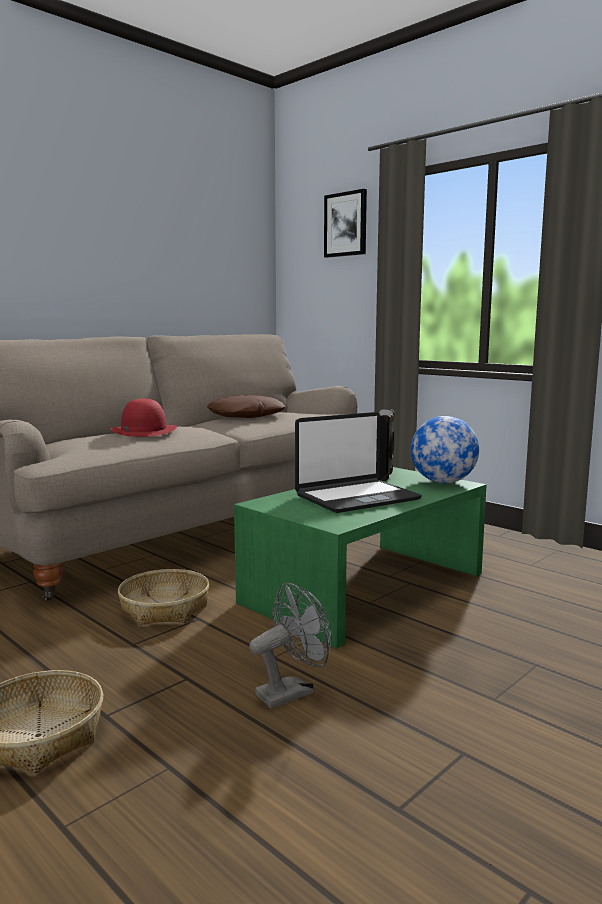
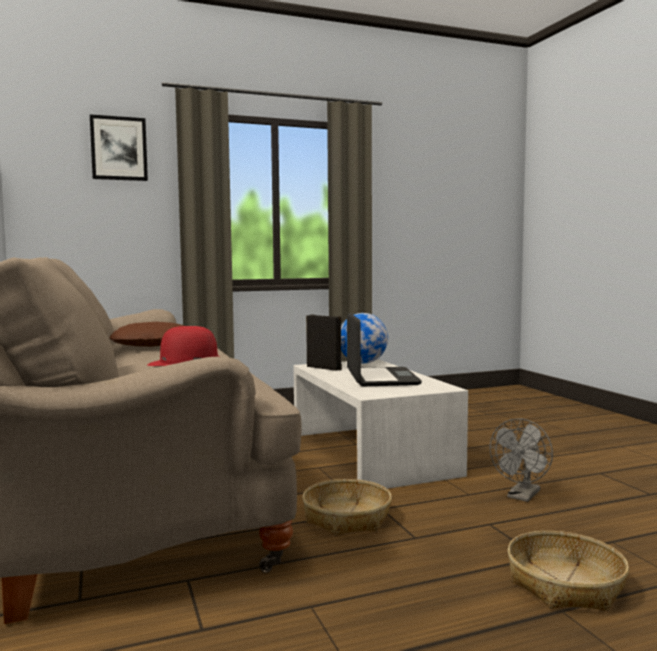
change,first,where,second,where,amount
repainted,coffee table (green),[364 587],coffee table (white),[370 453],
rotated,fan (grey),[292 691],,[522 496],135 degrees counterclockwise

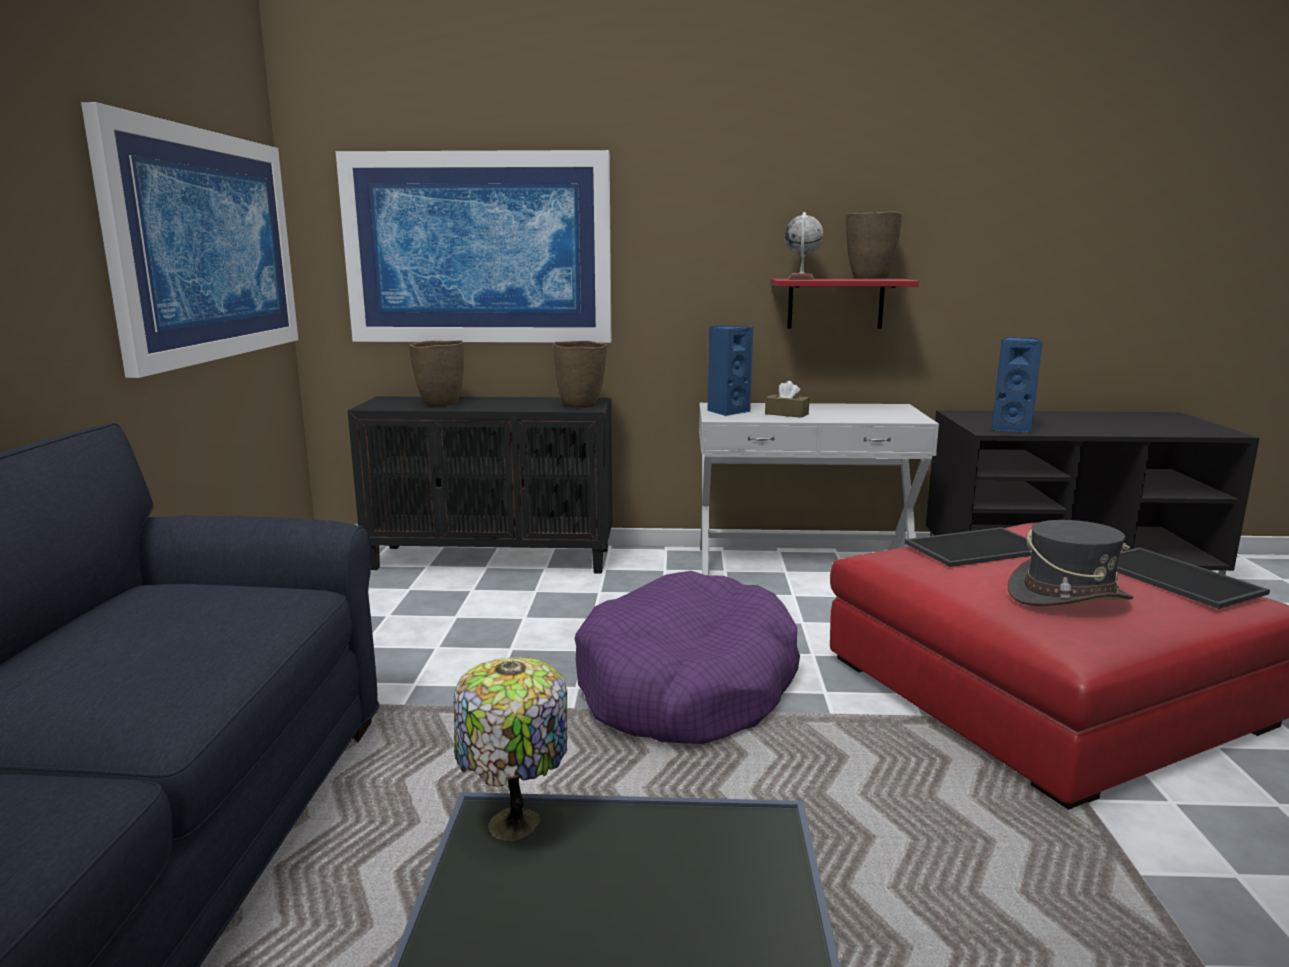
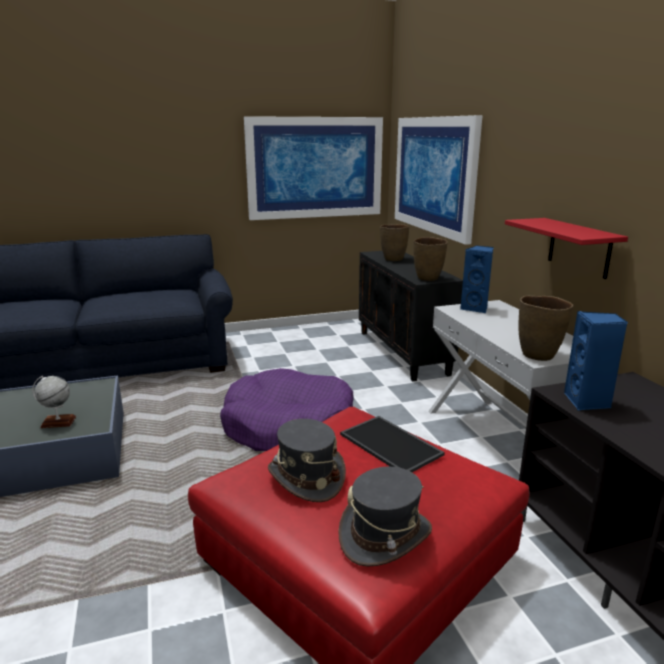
change,first,where,second,where,amount
shifted,globe,[801 279],,[58 422],
shifted,vase (brown),[869 279],,[538 355],
gone,tissue box (brown),[786 414],,,
swapped,tray,[1178 577],hat (grey),[385 536],
gone,table lamp,[514 826],,,

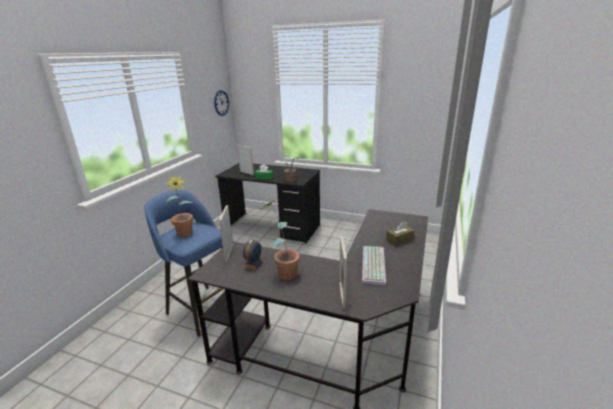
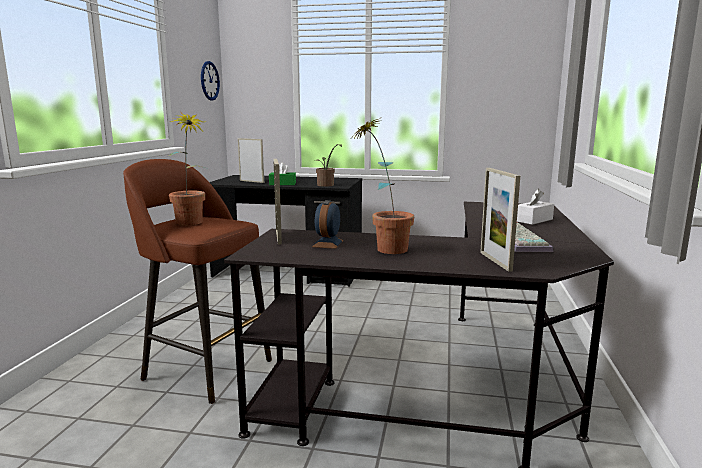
change,first,where,second,where,amount
repainted,stool (blue),[202 308],stool (brown),[205 369],
repainted,tissue box (brown),[399 240],tissue box (white),[533 220],

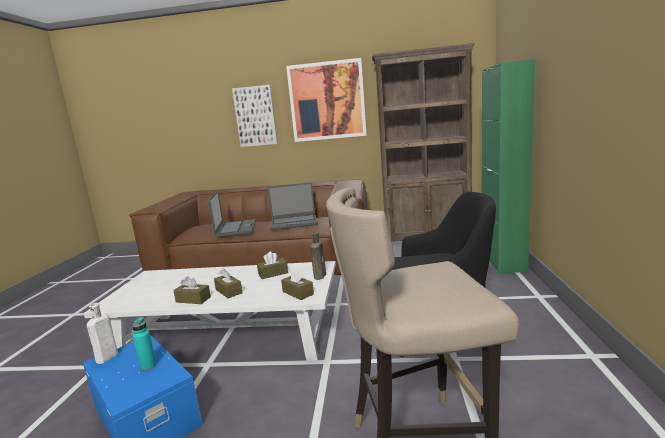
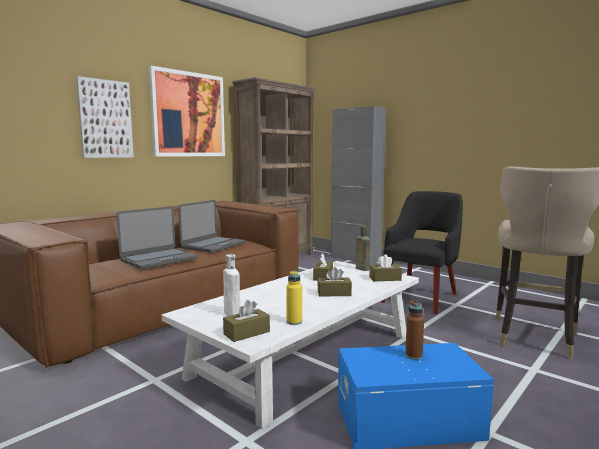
change,first,where,second,where,amount
repainted,cabinet (green),[503 261],cabinet (grey),[355 259],
rotated,laptop,[235 229],,[158 259],105 degrees clockwise
shifted,tissue box (brown),[193 299],,[246 333],
shifted,bottle (white),[105 358],,[232 314],
repainted,bottle (turquoise),[148 366],bottle (brown),[413 356],
new,,,bottle (yellow),[294 322],

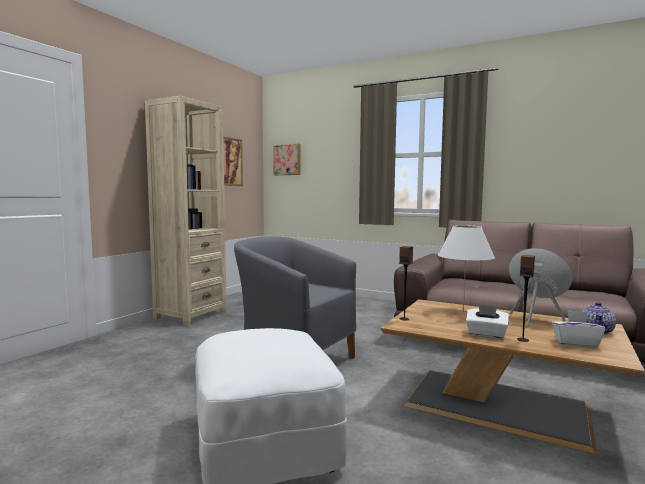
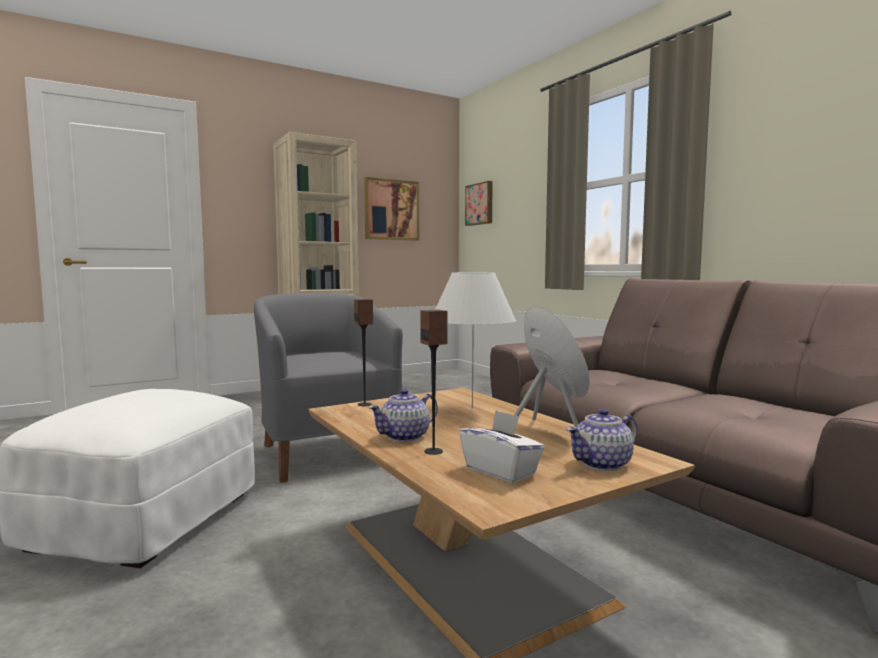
change,first,where,second,where,amount
swapped,tissue box (white),[486 334],teapot,[405 436],

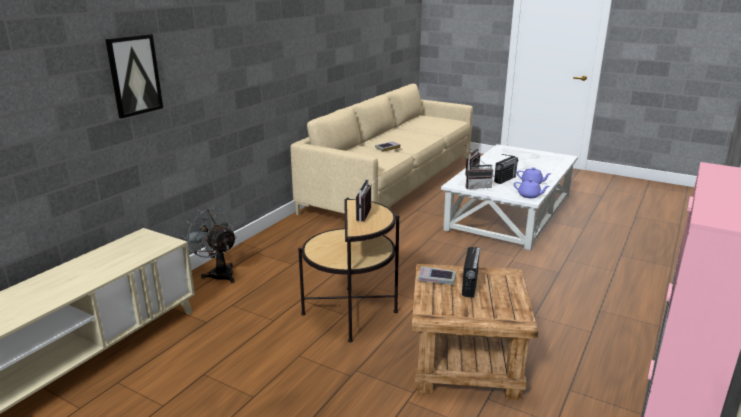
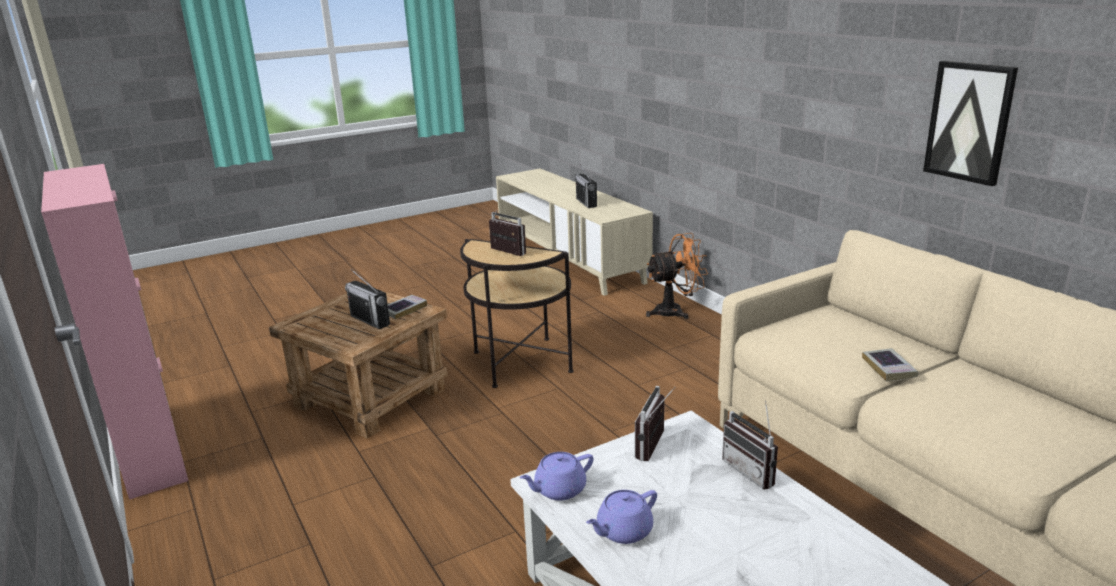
change,first,where,second,where,amount
shifted,picture,[134 75],,[969 122],
shifted,radio,[505 179],,[586 203],
repainted,fan (grey),[218 273],fan (orange),[675 311],

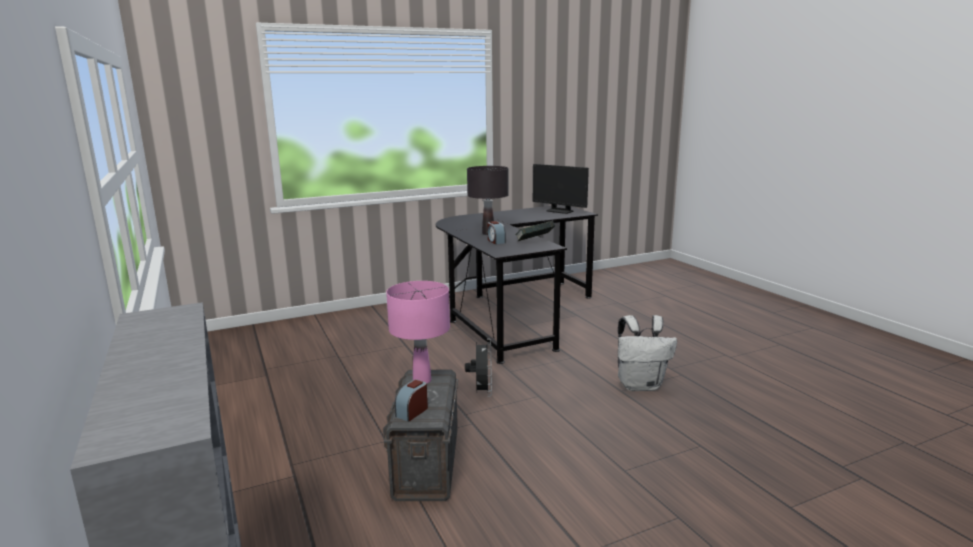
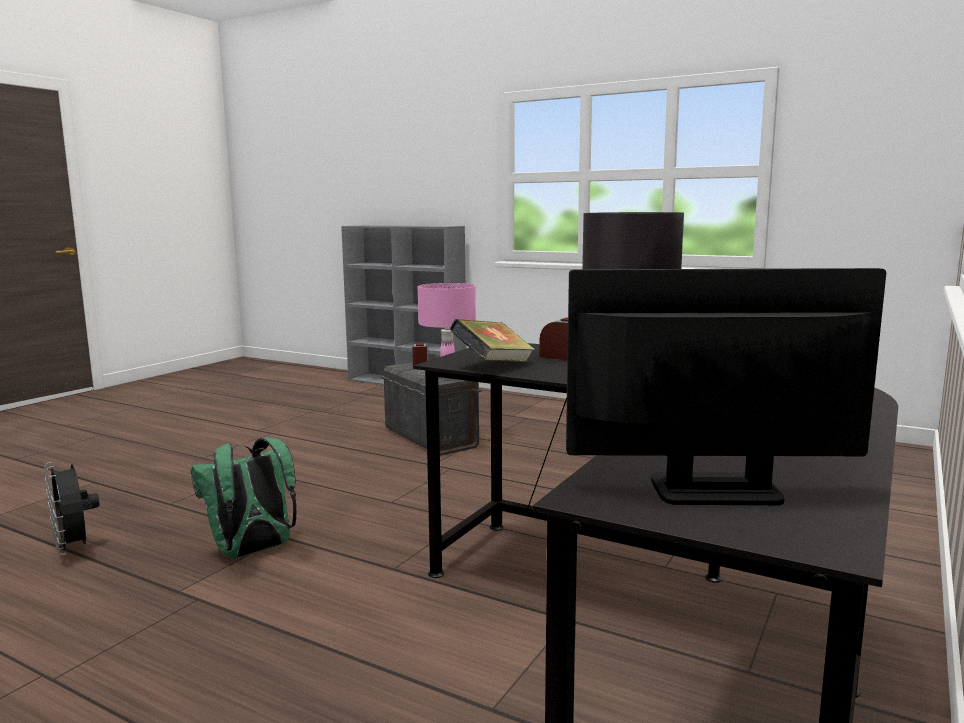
change,first,where,second,where,amount
repainted,backpack (white),[640 385],backpack (green),[252 552],
shifted,fan (black),[482 393],,[74 548],

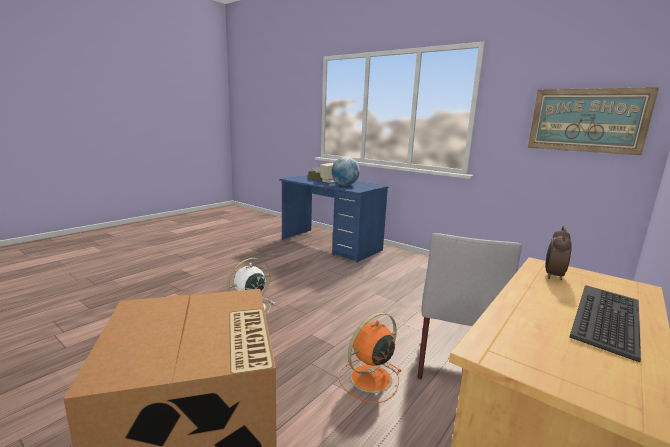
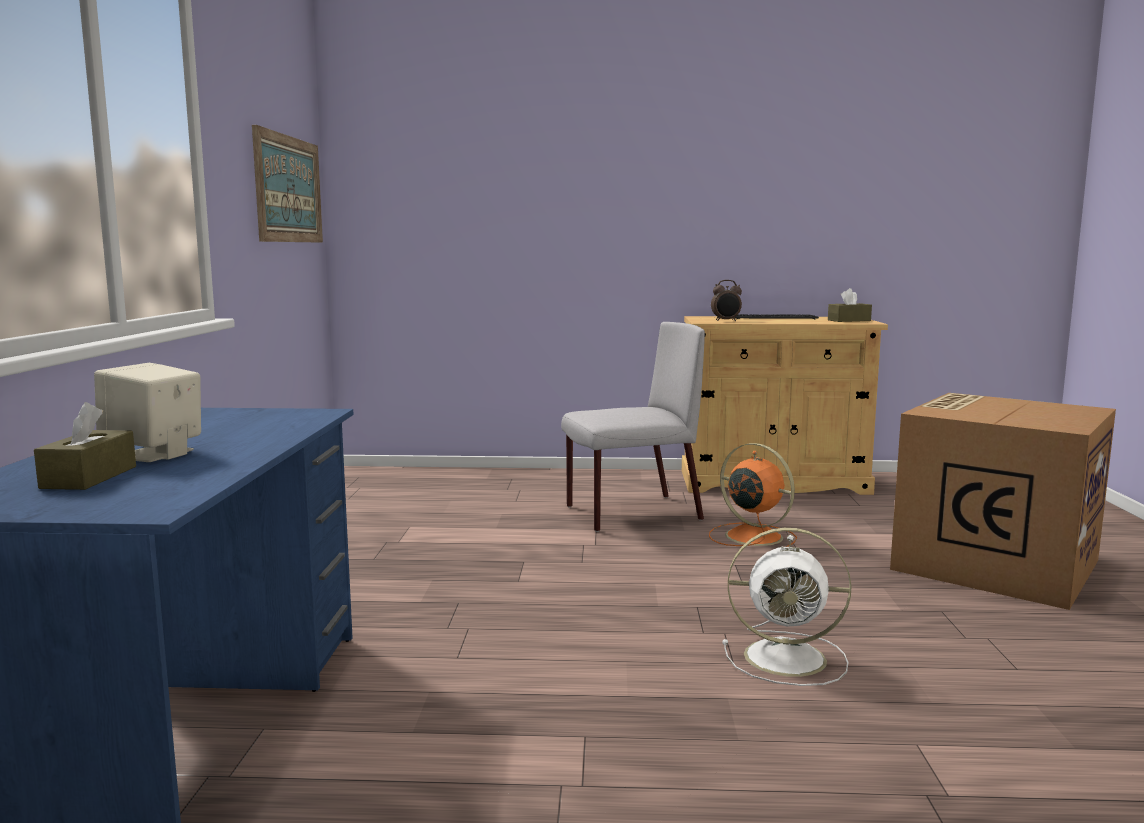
change,first,where,second,where,amount
gone,globe,[344 185],,,
rotated,fan (orange),[369 379],,[751 536],150 degrees counterclockwise
new,,,tissue box (brown),[849 320],

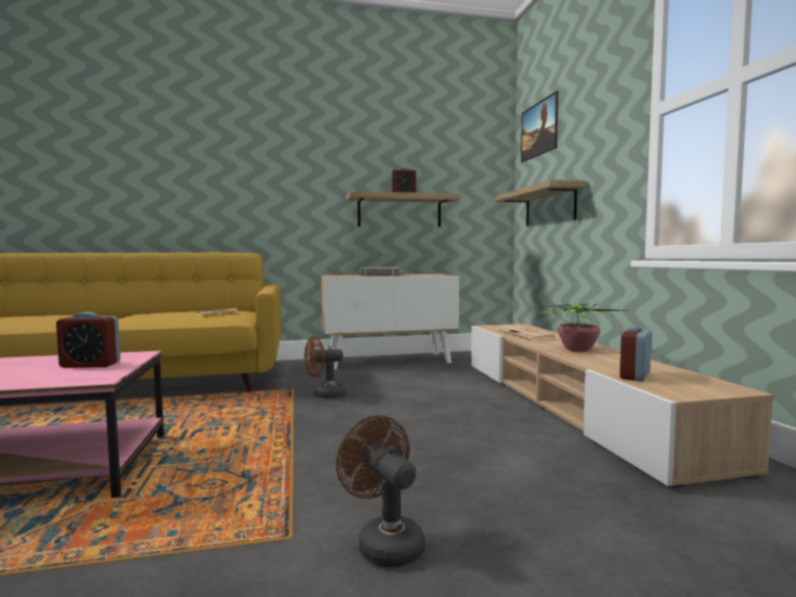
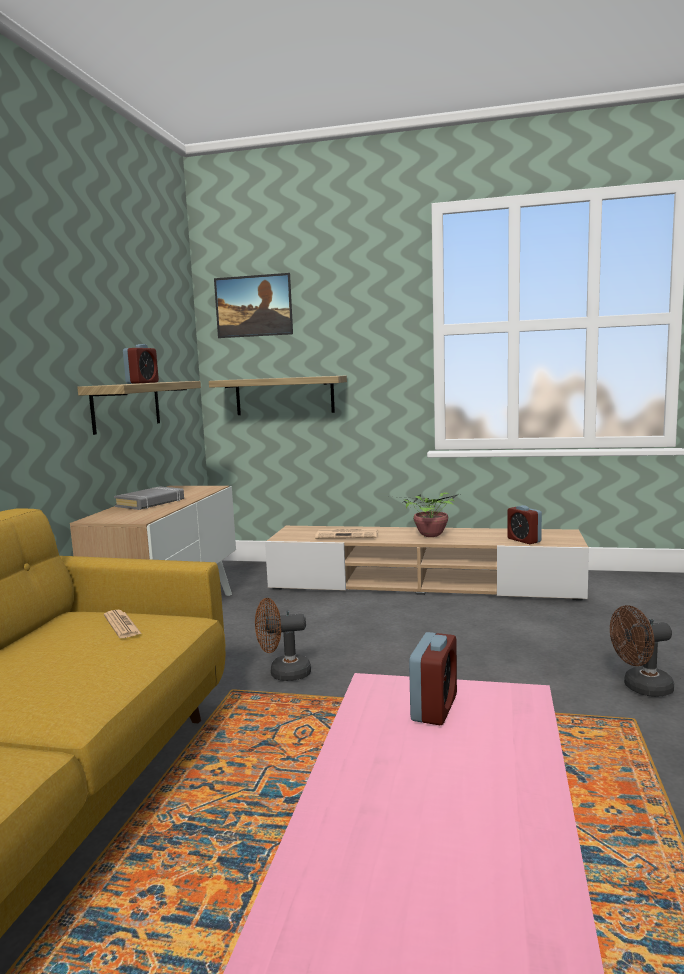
change,first,where,second,where,amount
rotated,fan (brown),[324 395],,[283 673],75 degrees clockwise

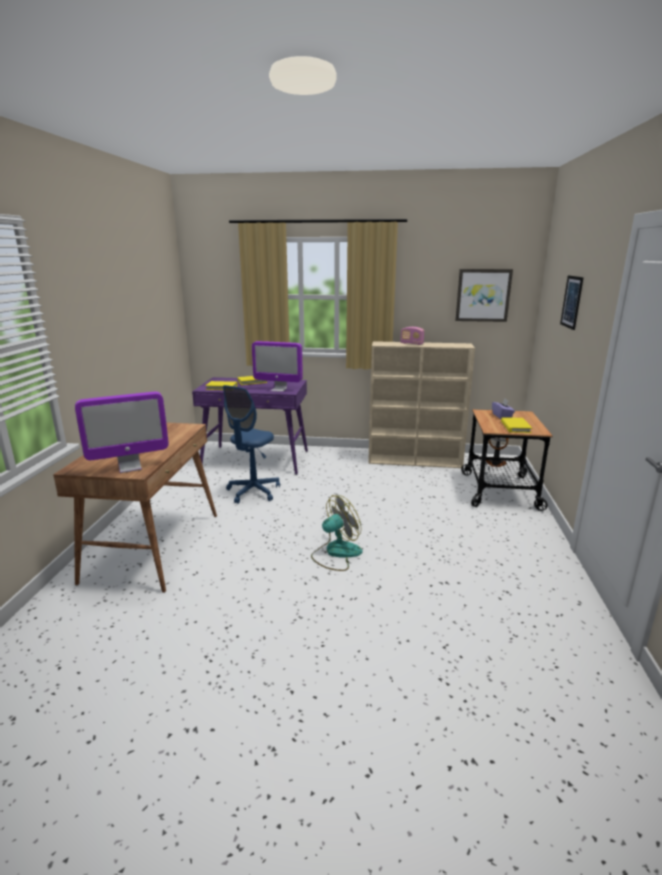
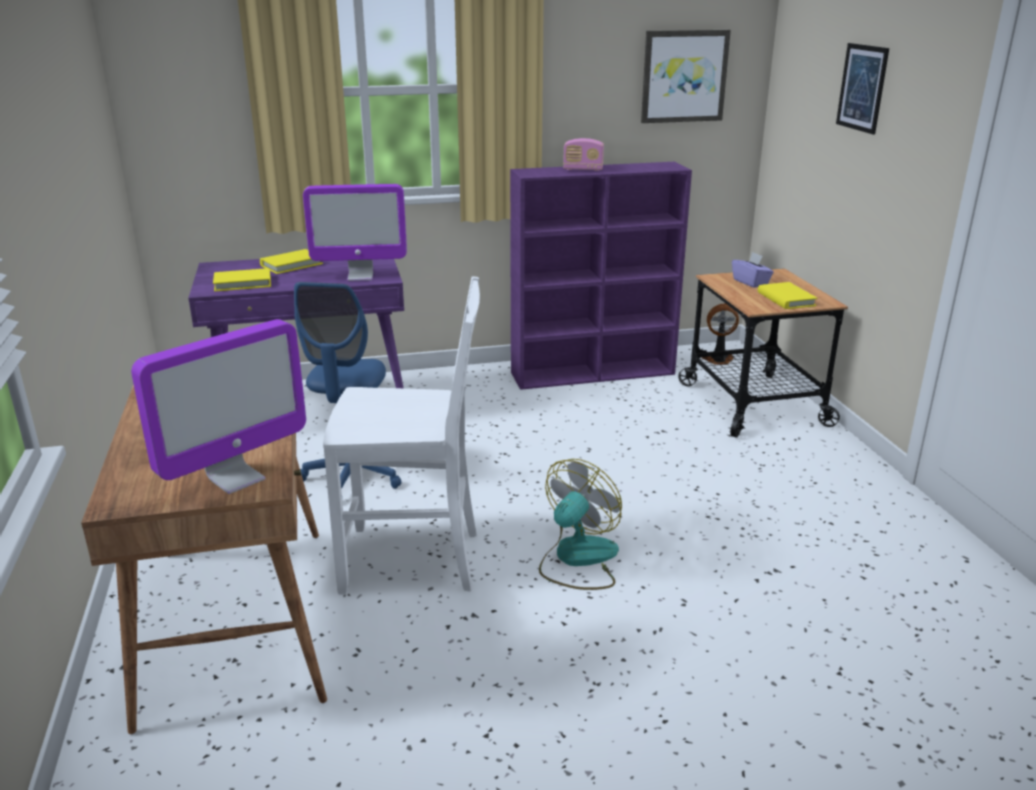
change,first,where,second,where,amount
repainted,bookcase (beige),[415 461],bookcase (purple),[594 373],
new,,,chair (white),[414 561],

